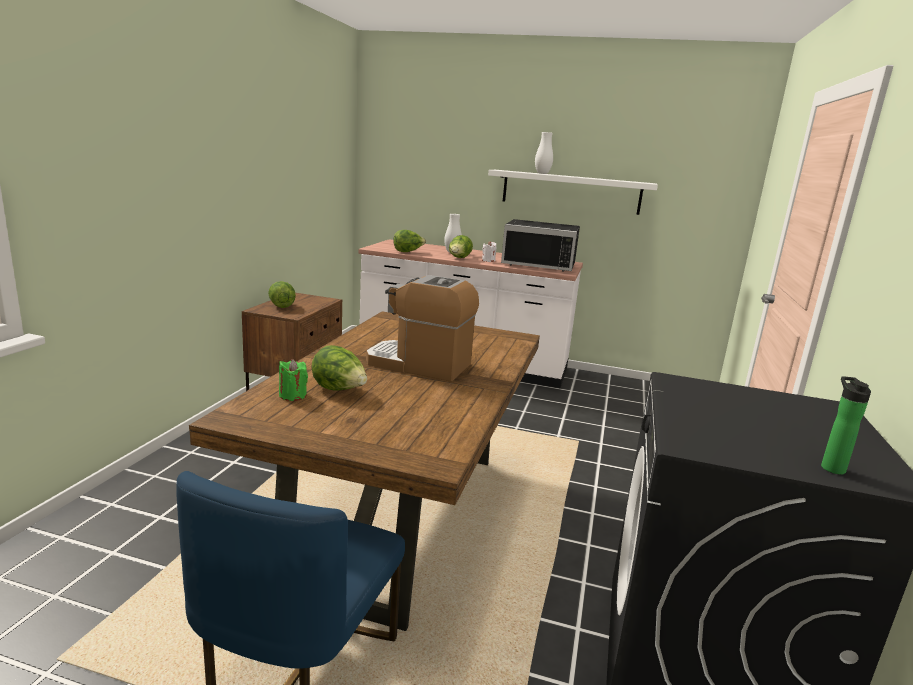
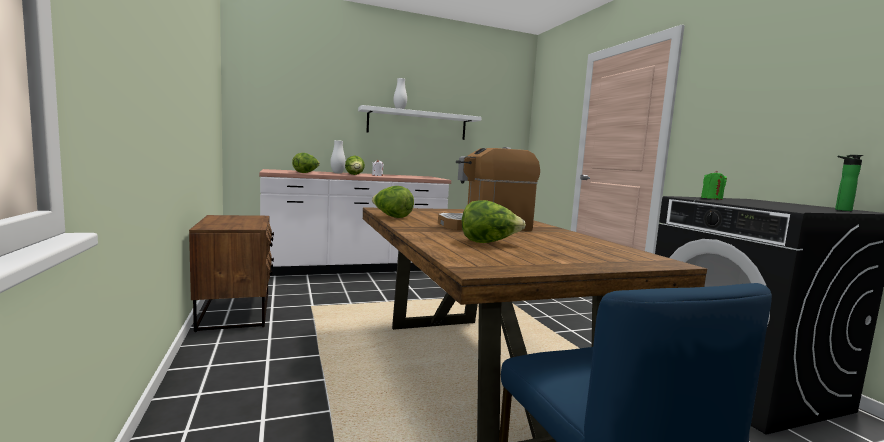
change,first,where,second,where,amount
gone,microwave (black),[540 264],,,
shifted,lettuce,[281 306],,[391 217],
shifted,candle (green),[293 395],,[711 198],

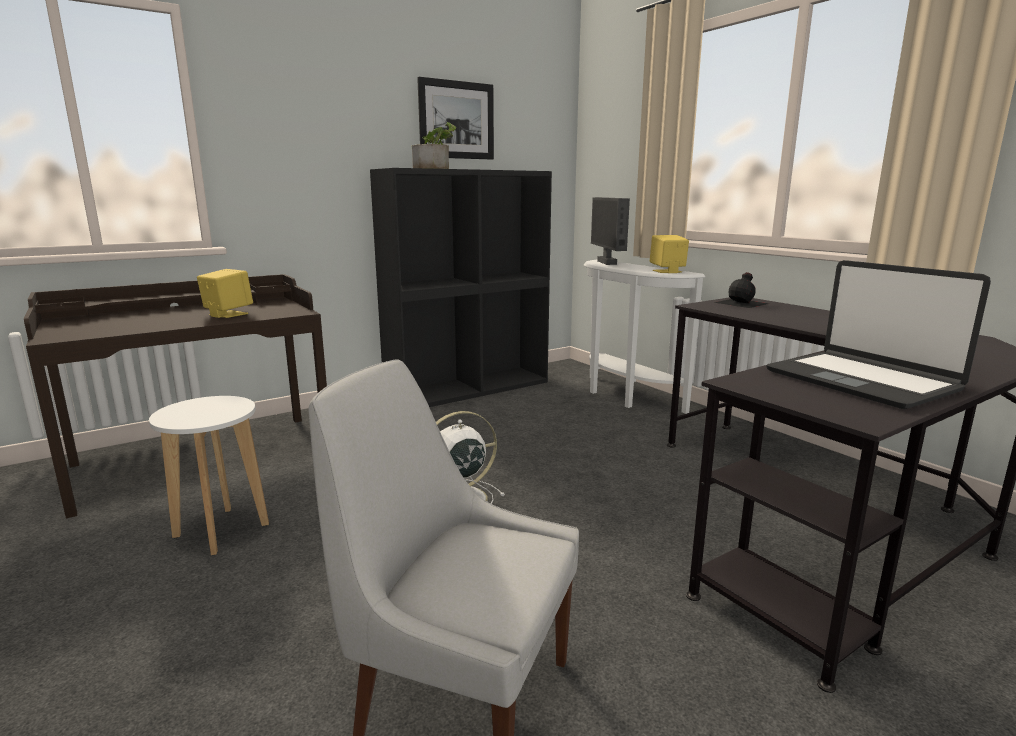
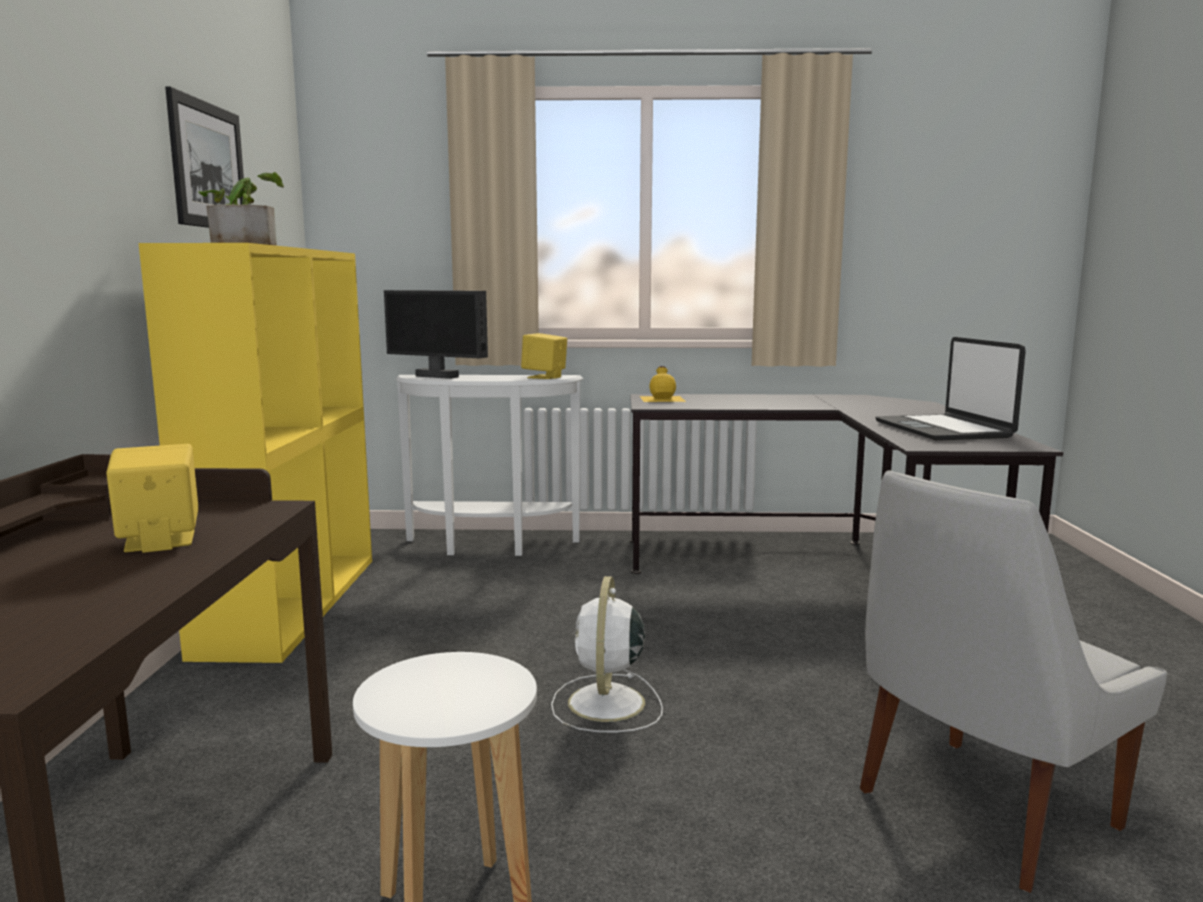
change,first,where,second,where,amount
repainted,bookcase (black),[469 388],bookcase (yellow),[290 603],
rotated,laptop,[861 380],,[943 429],75 degrees clockwise
repainted,bottle (black),[742 303],bottle (yellow),[662 398],

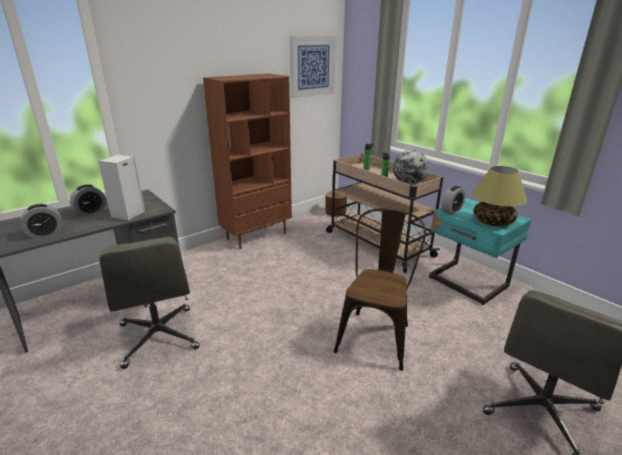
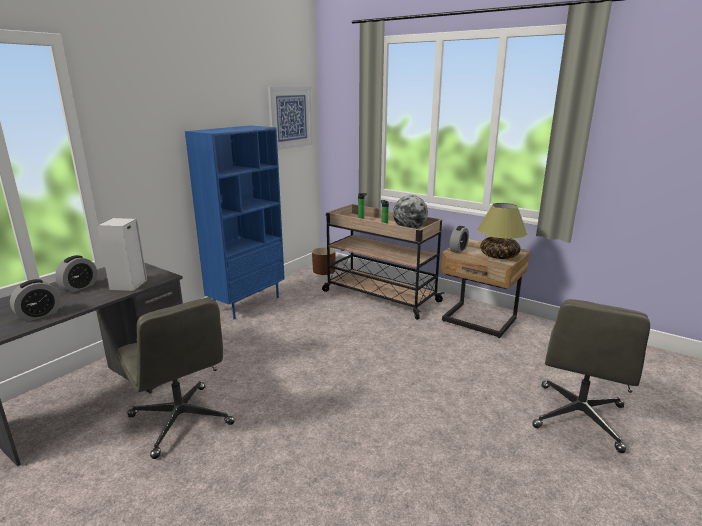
change,first,where,second,where,amount
repainted,bookcase (brown),[256 236],bookcase (blue),[247 303],
repainted,nightstand (turquoise),[467 283],nightstand (beige),[478 321],
gone,chair (brown),[376 334],,,

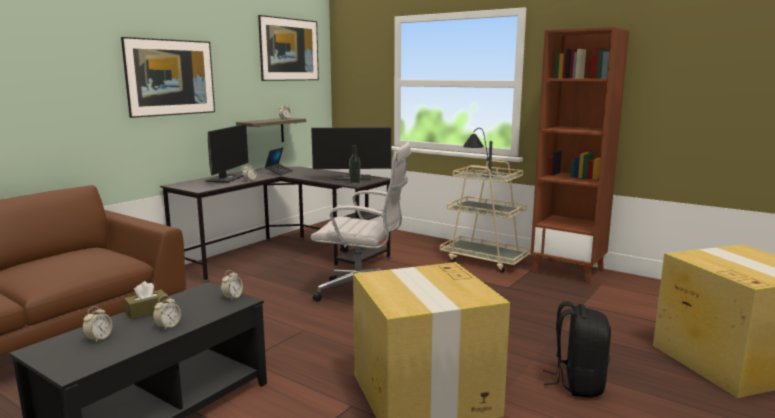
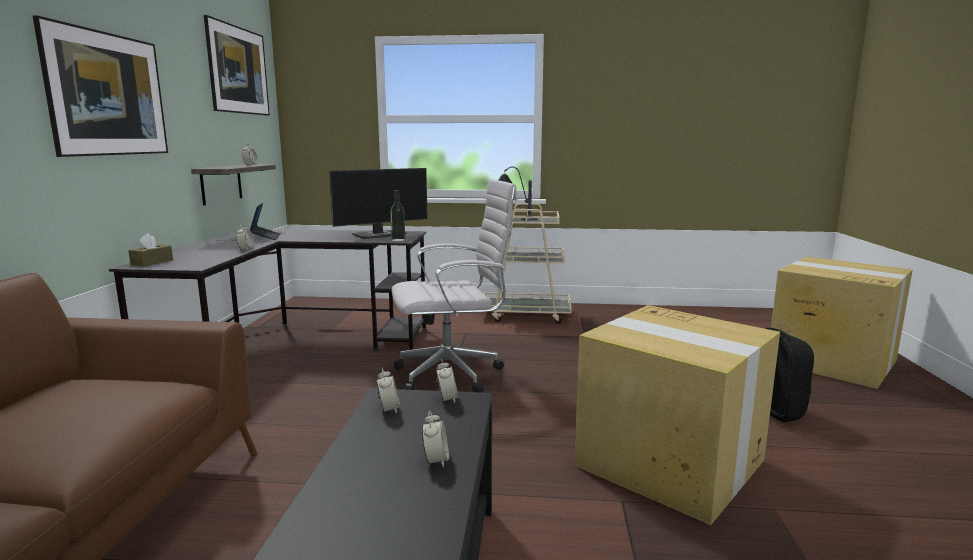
change,first,where,second,where,amount
gone,bookcase (brown),[568 271],,,
gone,monitor,[225 179],,,
shifted,tissue box (brown),[147 311],,[152 262],
shifted,alarm clock,[99 338],,[389 409],

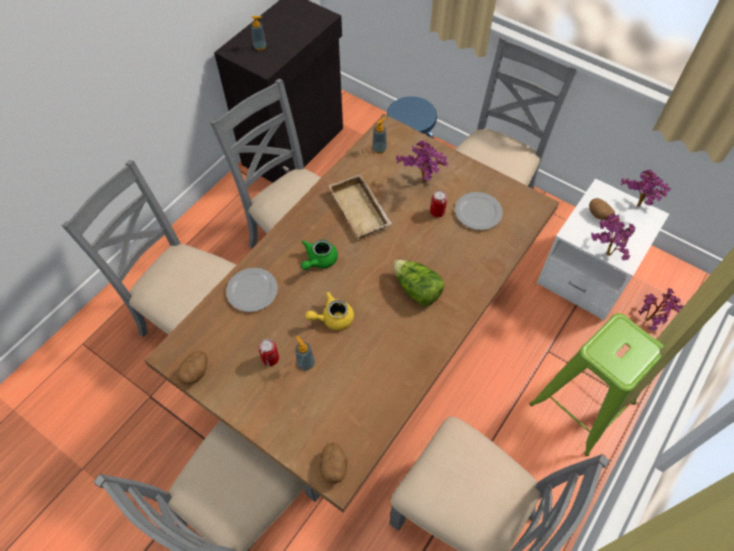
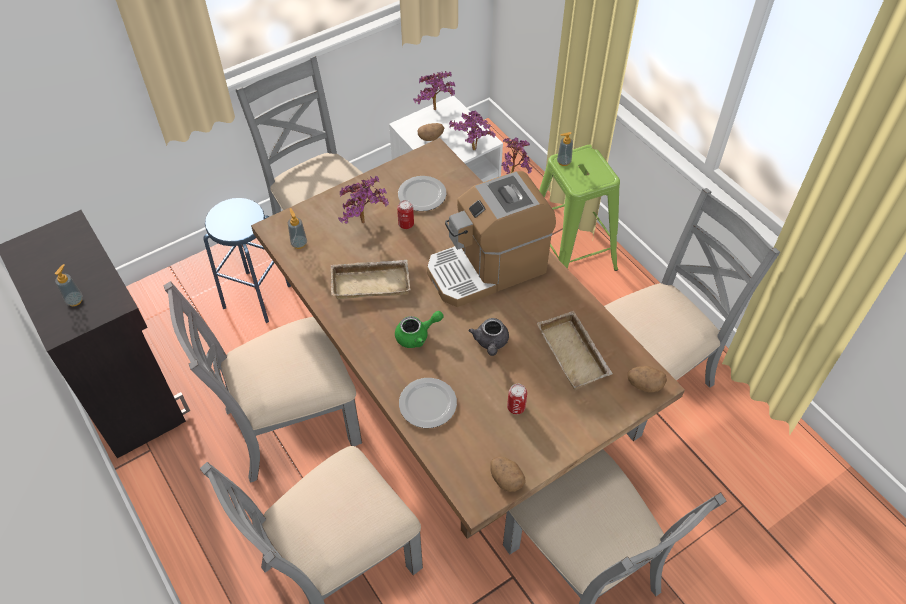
change,first,where,second,where,amount
rotated,teapot (green),[319 260],,[417 335],75 degrees counterclockwise
swapped,lettuce,[416 290],coffee machine,[487 268],
repainted,teapot (yellow),[332 318],teapot (grey),[490 343],
shifted,soap dispenser,[305 363],,[563 162],
new,,,tray (beige),[575 354],

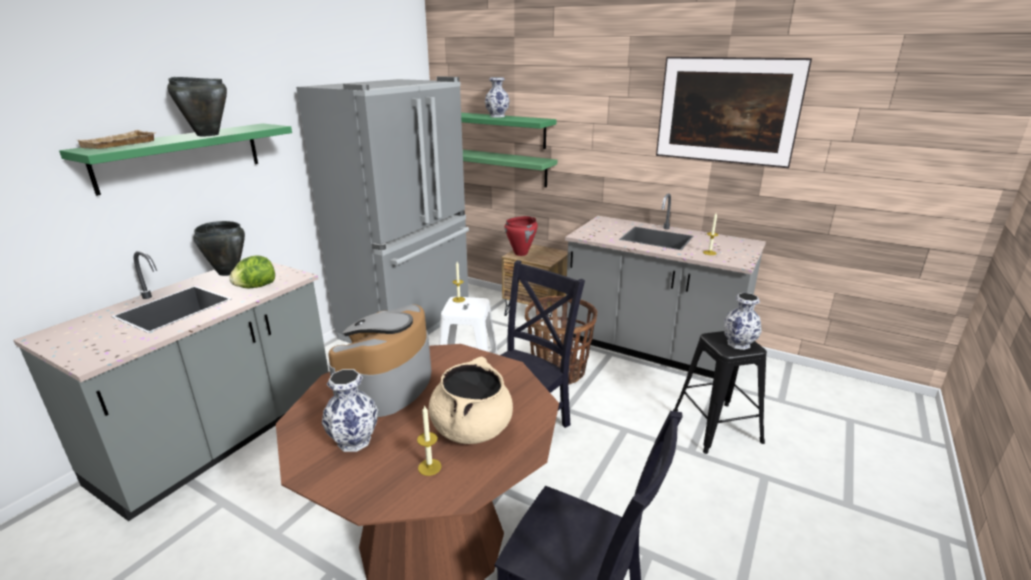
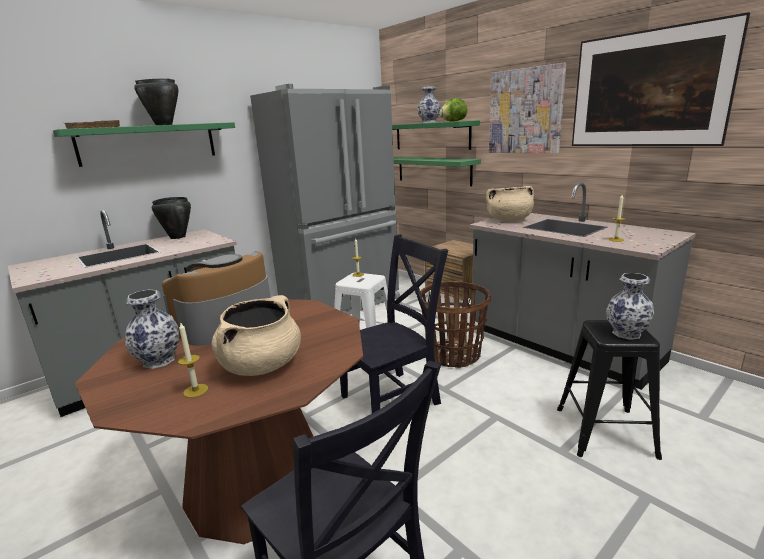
change,first,where,second,where,amount
gone,cooking pot (red),[521 253],,,
shifted,lettuce,[256 287],,[453 121],
new,,,picture,[525 111],
new,,,cooking pot (beige),[509 220],

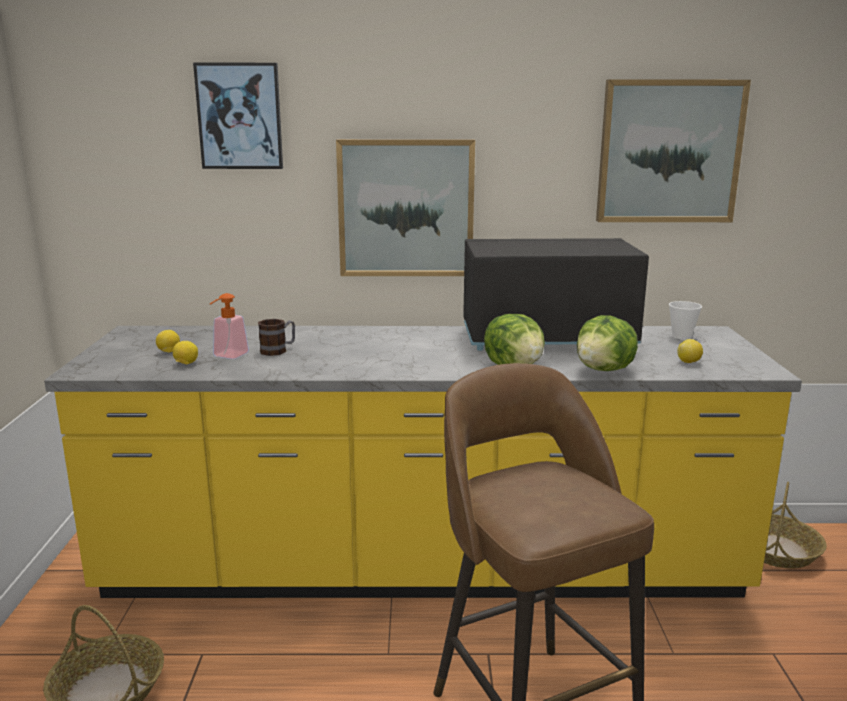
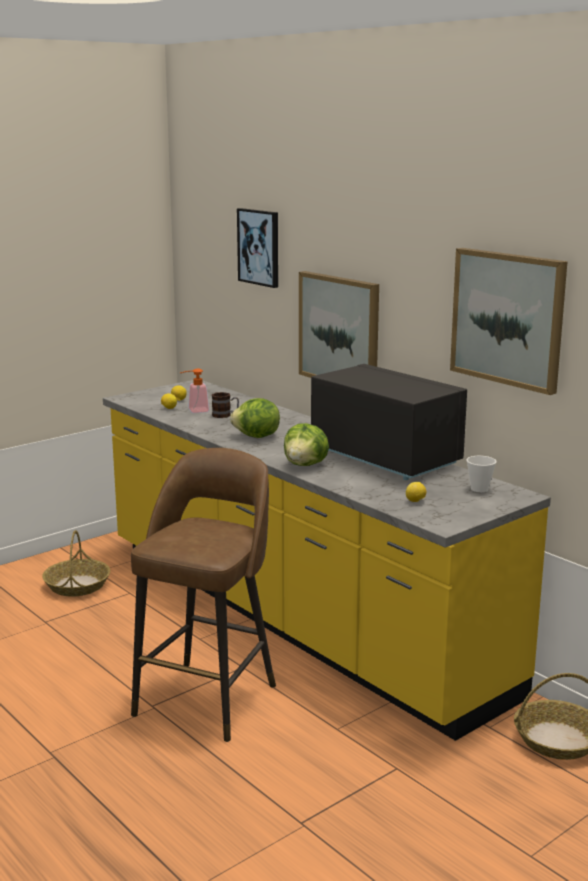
change,first,where,second,where,amount
shifted,lettuce,[604 370],,[256 437],

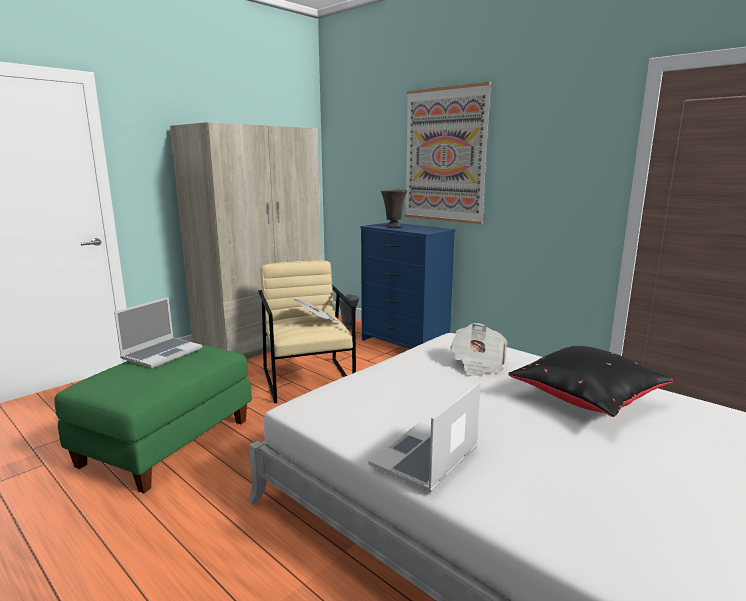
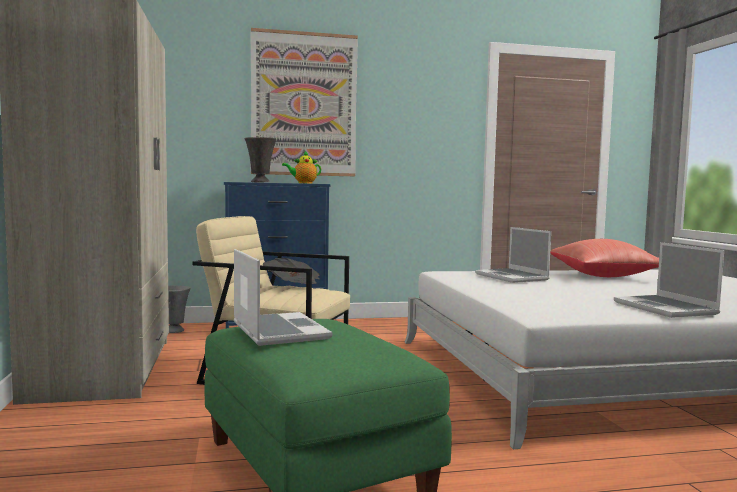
change,first,where,second,where,amount
swapped,newspaper,[477 364],laptop,[512 277],
repainted,pillow (black),[588 400],pillow (red),[605 276],
new,,,teapot,[303 183],

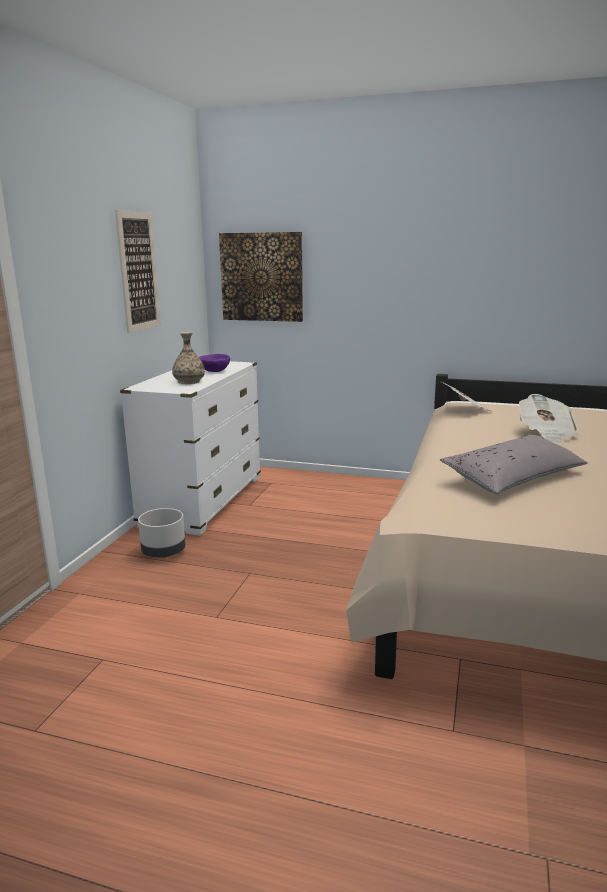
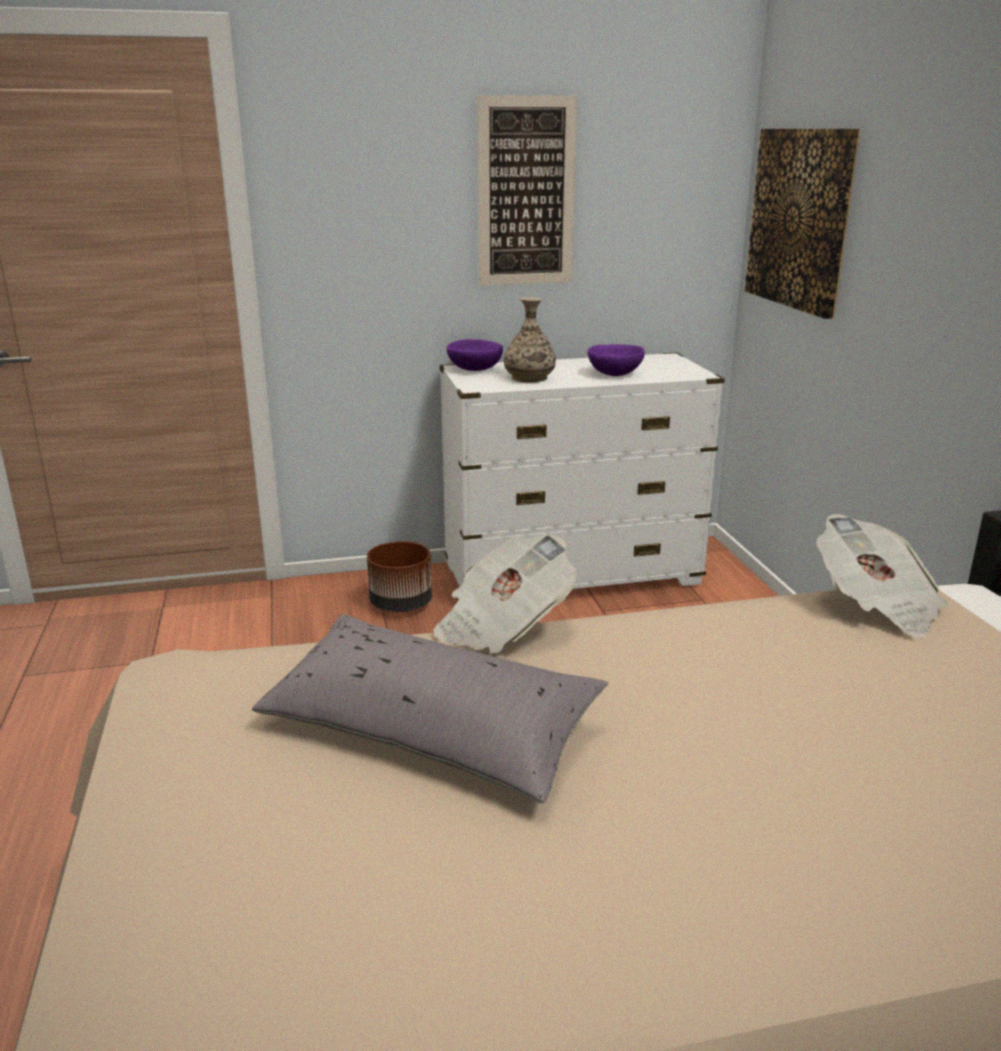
change,first,where,second,where,amount
shifted,newspaper,[546 434],,[503 625],
repainted,planter (grey),[164 553],planter (brown),[401 605],
new,,,bowl (purple),[474 370],

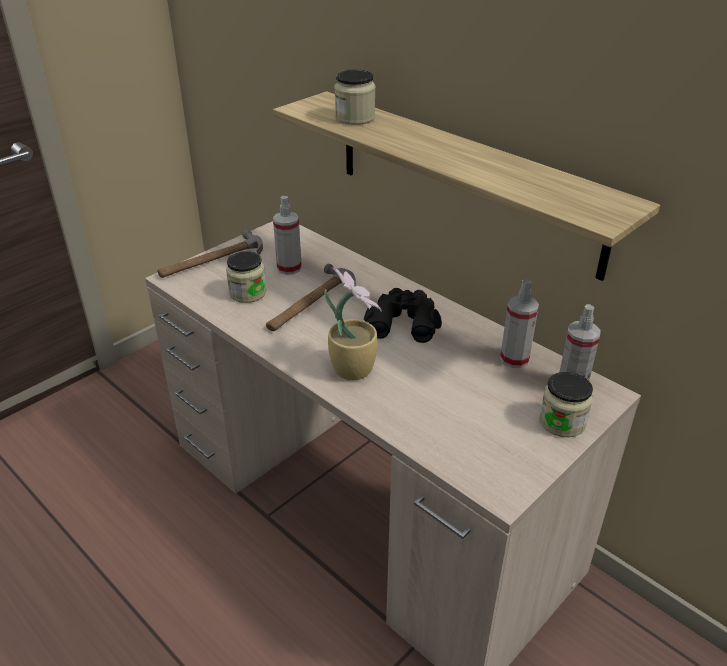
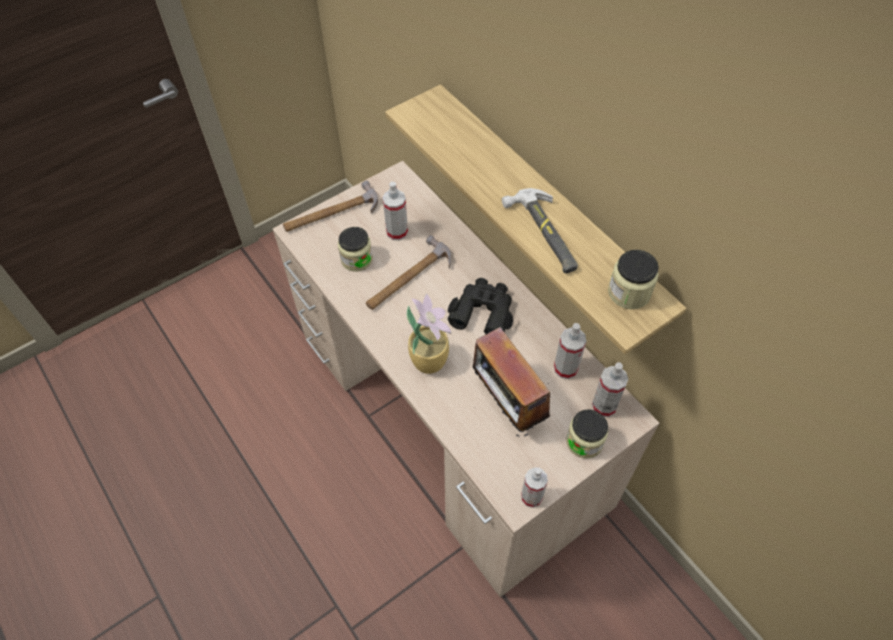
change,first,where,second,where,amount
shifted,jar,[355 118],,[629 292],
new,,,hammer,[544 234],
new,,,radio,[507 404],
new,,,spray bottle,[531 497],

